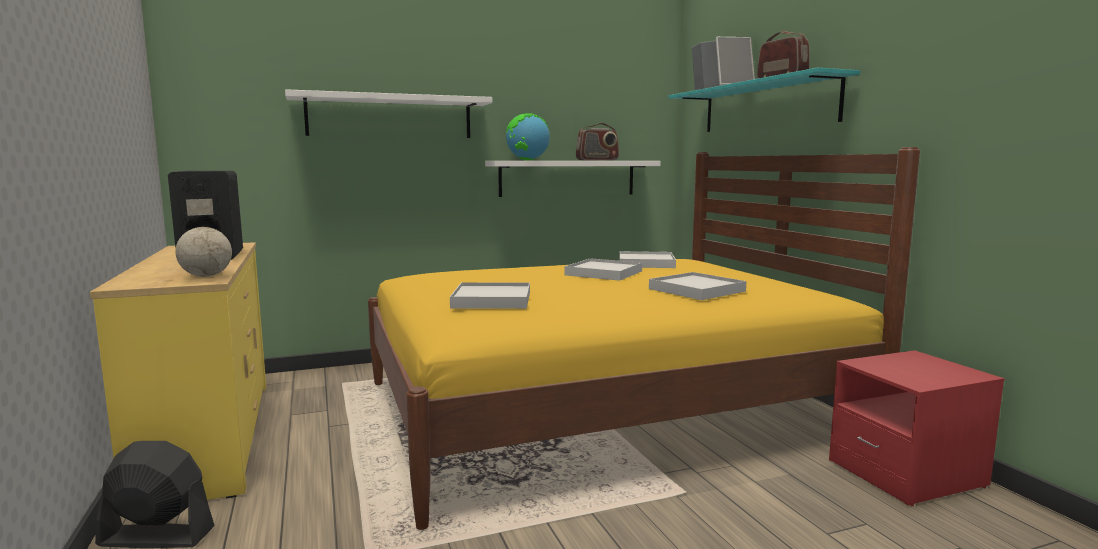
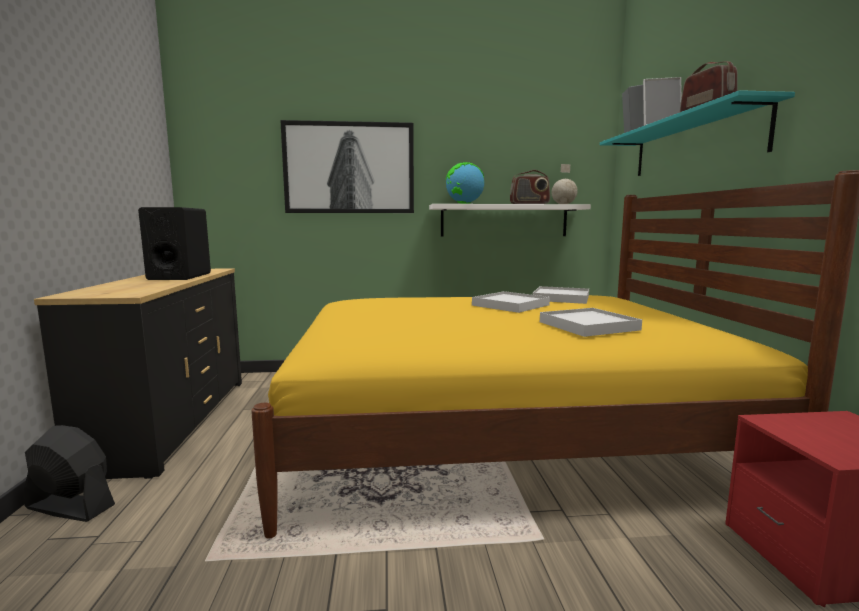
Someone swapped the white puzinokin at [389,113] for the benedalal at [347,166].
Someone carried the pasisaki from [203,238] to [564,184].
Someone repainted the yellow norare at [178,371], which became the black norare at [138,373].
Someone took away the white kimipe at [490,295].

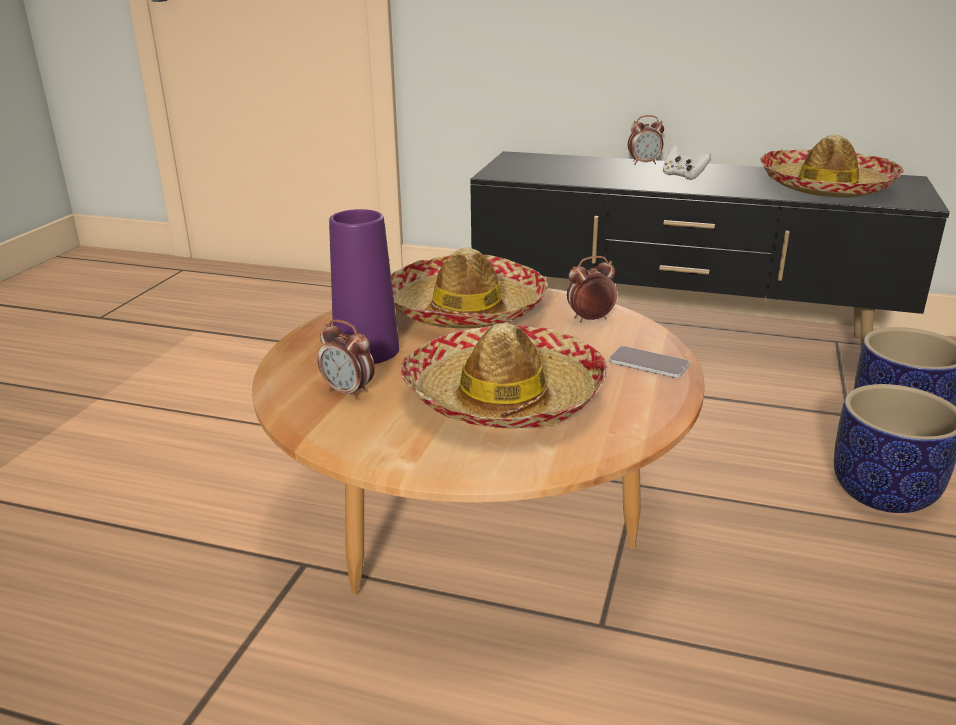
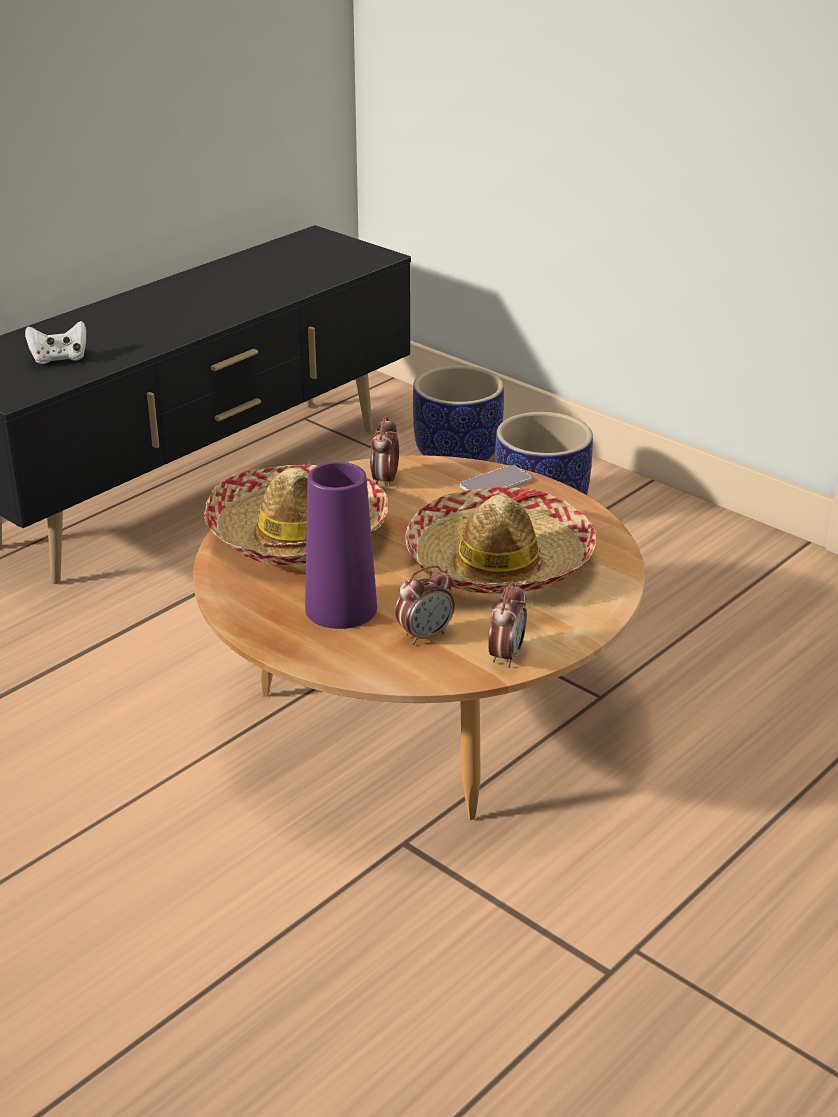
Someone carried the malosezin from [646,140] to [507,625].
Someone took away the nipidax at [832,166].
Someone carried the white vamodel from [687,163] to [55,342].

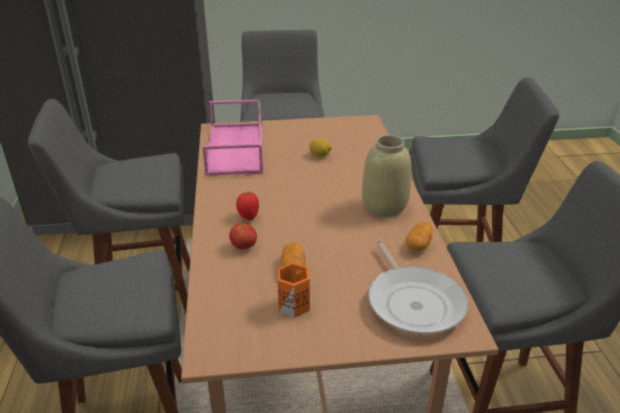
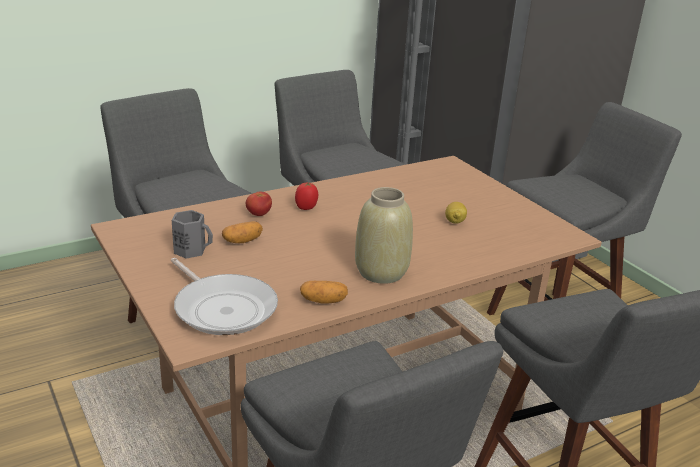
Someone took away the pink kimipe at [232,137].
Someone rotated the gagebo at [418,287] by 90 degrees counterclockwise.
Someone repainted the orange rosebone at [293,290], which became the grey rosebone at [192,234].

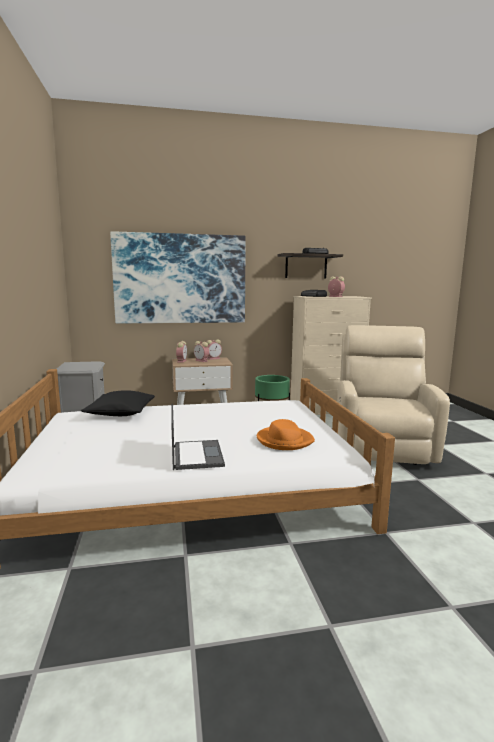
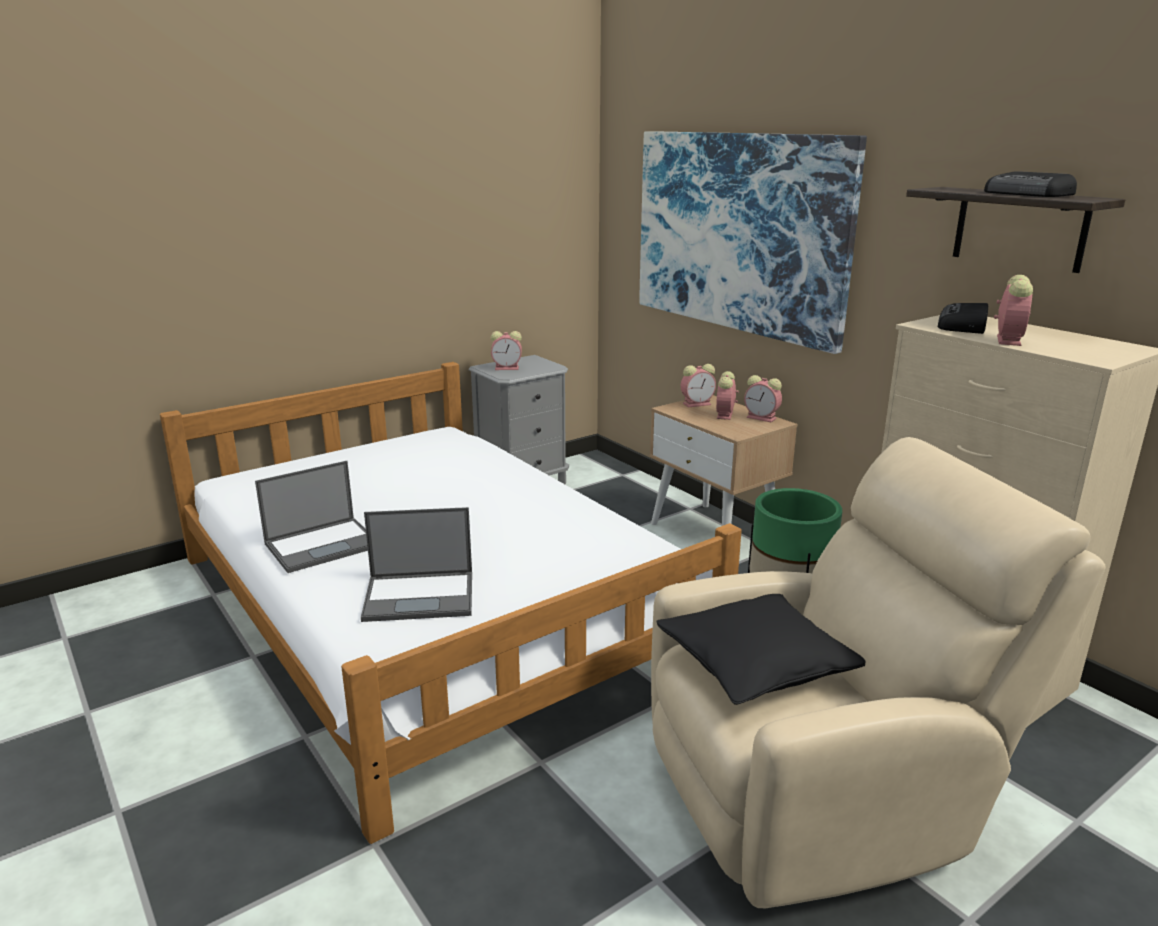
Someone carried the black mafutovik from [118,403] to [761,649].
Someone swapped the orange nipidax at [286,434] for the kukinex at [416,564].
Someone put down the malosezin at [506,350].

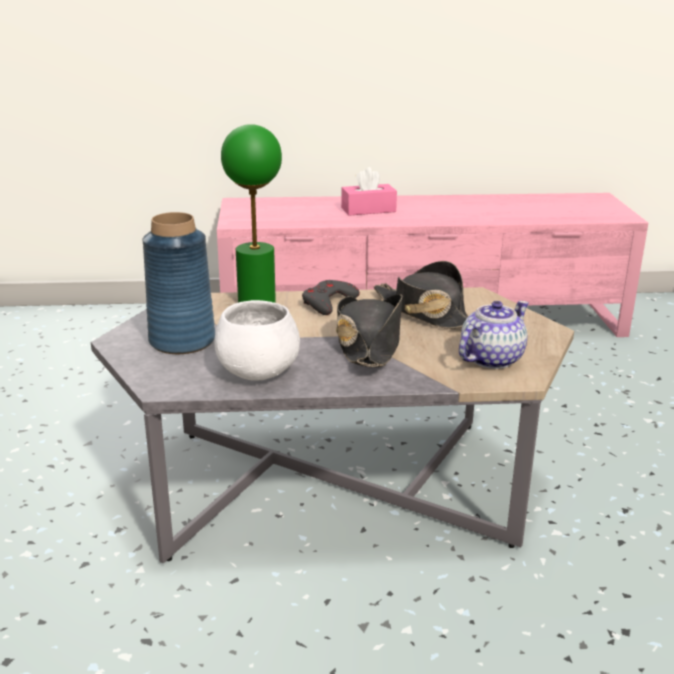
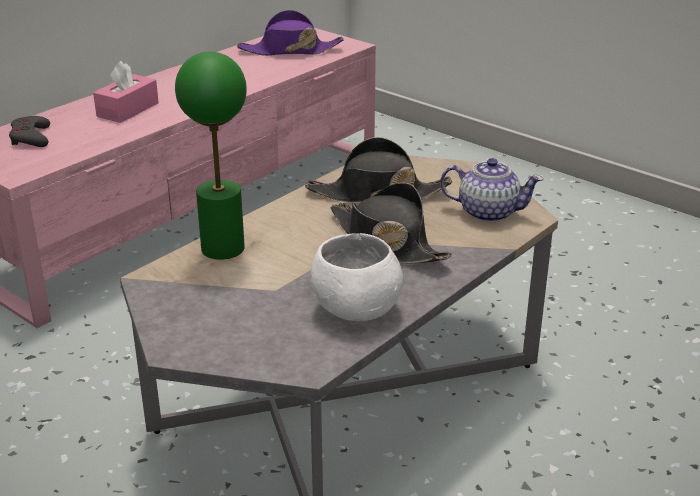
Someone took away the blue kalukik at [178,283].
Someone carried the grey vamodel from [331,297] to [29,131].
Someone rotated the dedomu at [494,335] by 105 degrees clockwise.
Someone put down the purple nipidax at [290,33].

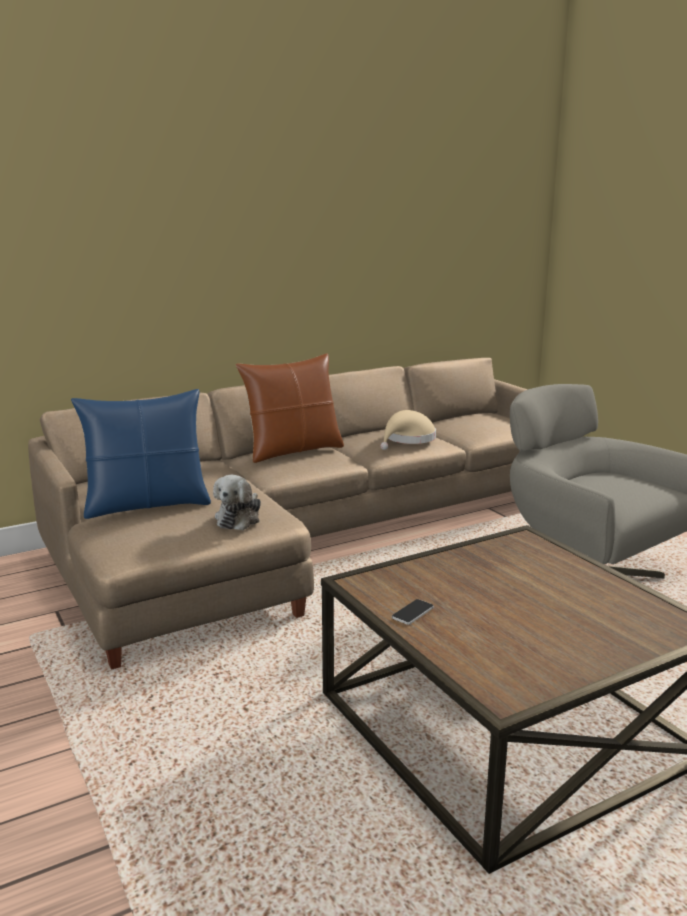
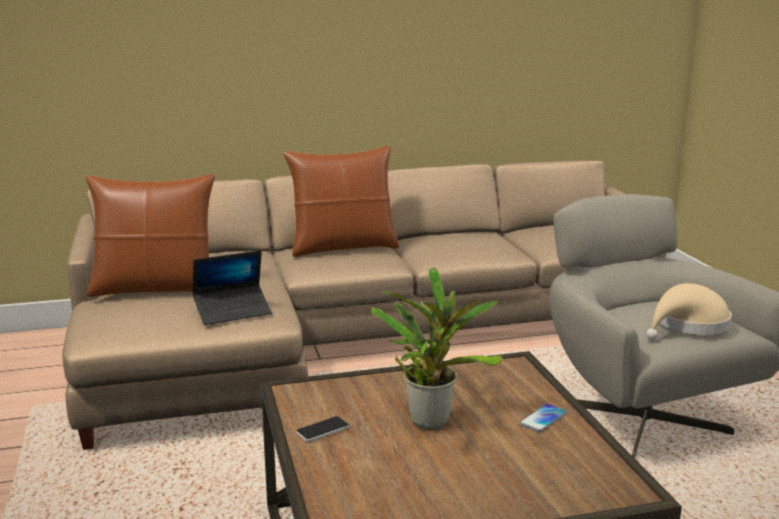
Someone repainted the blue mafutovik at [141,454], which became the brown mafutovik at [150,235].
Someone carried the beige nipidax from [408,430] to [689,311].
Someone swapped the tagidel at [237,502] for the kukinex at [232,287].
Someone put down the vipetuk at [437,349].
Someone put down the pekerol at [543,418].

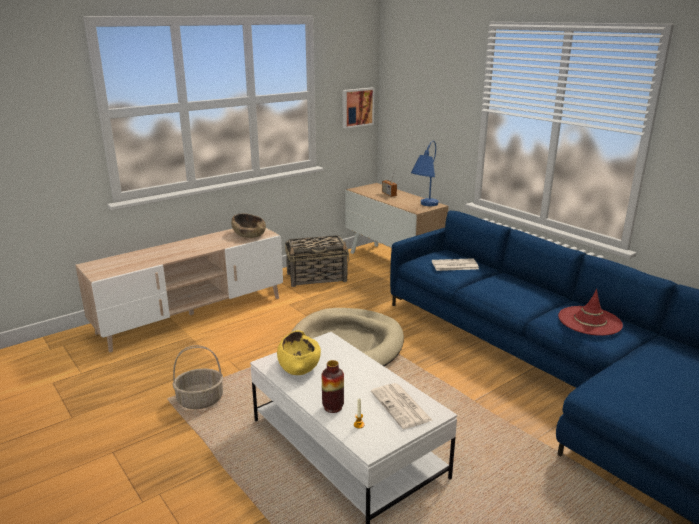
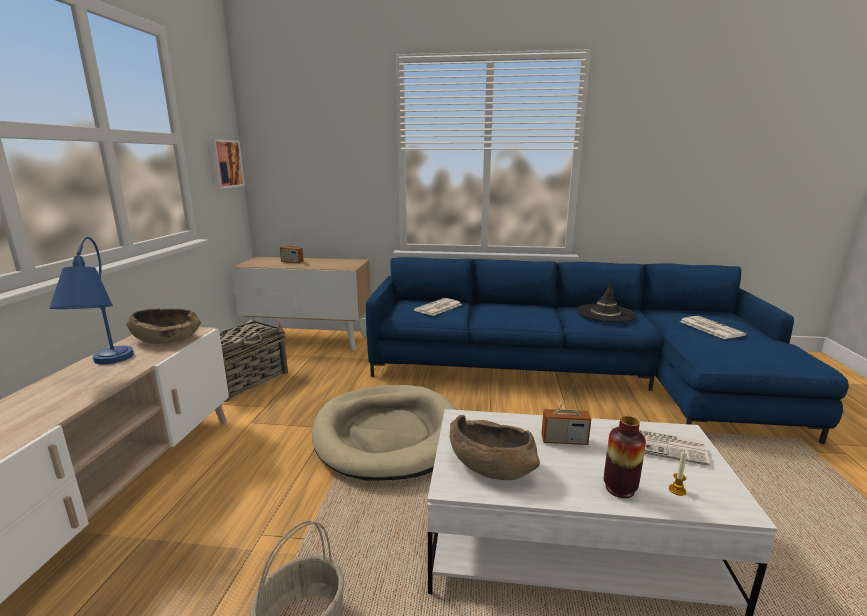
Someone carried the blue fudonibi from [424,173] to [91,301].
Someone repainted the red nipidax at [590,312], which became the black nipidax at [606,301].
Someone repainted the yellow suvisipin at [299,352], which became the brown suvisipin at [495,447].
Someone put down the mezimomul at [712,327].
Someone put down the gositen at [566,412].

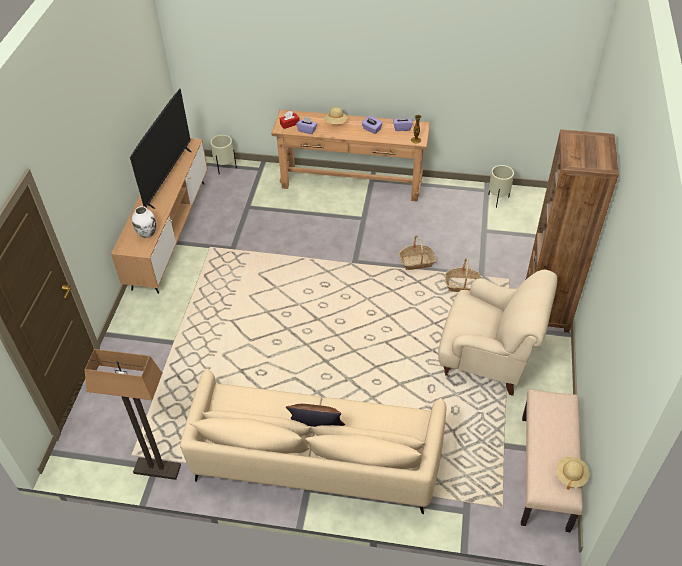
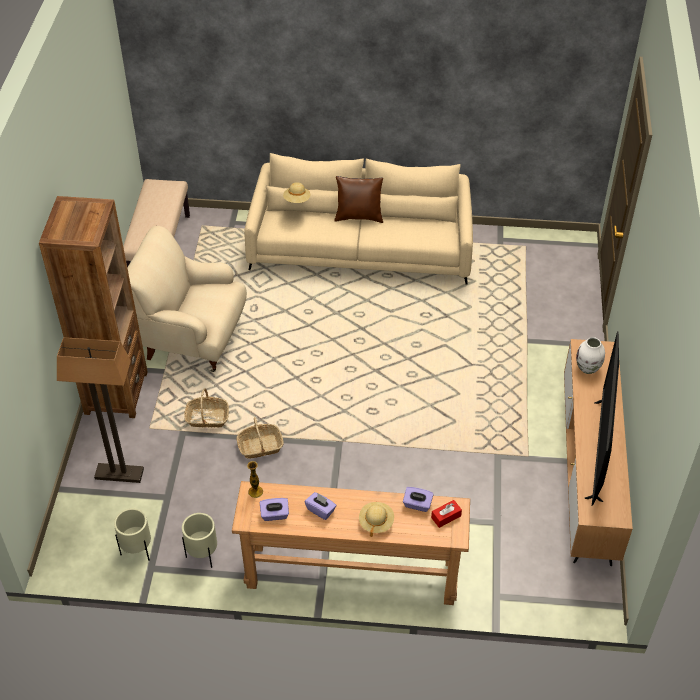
Someone carried the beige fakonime from [223,155] to [199,540].
Someone carried the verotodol from [133,414] to [100,410].
Someone carried the beige nipidax from [572,473] to [296,192].

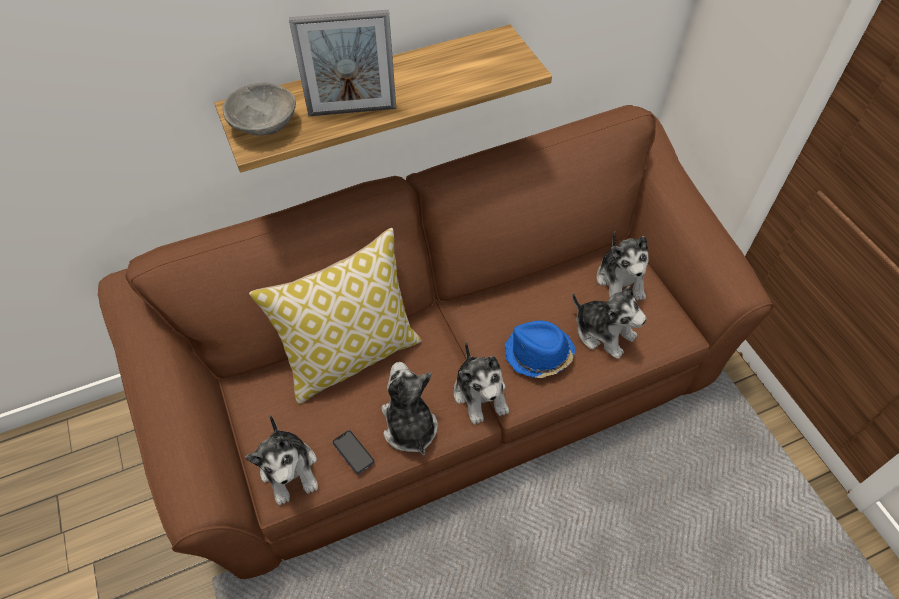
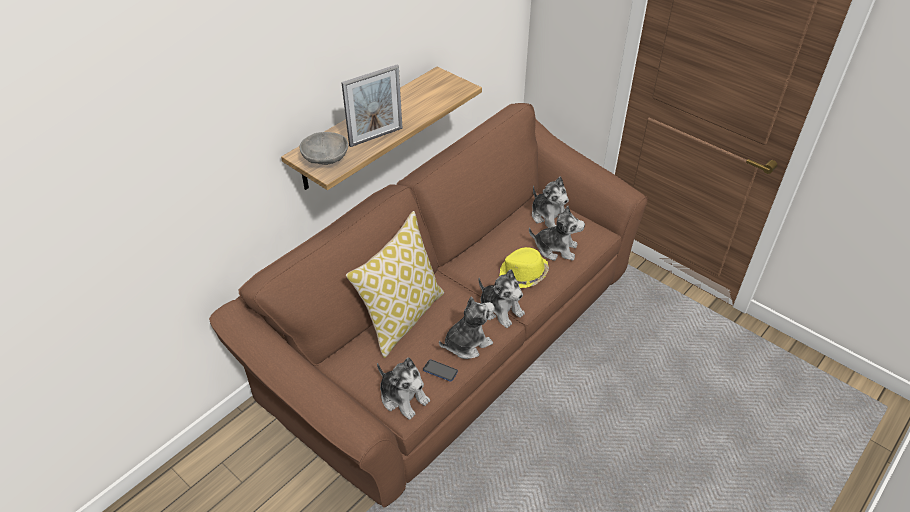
Someone repainted the blue nipidax at [540,349], which became the yellow nipidax at [524,267].
Someone rotated the tagidel at [410,408] by 105 degrees clockwise.

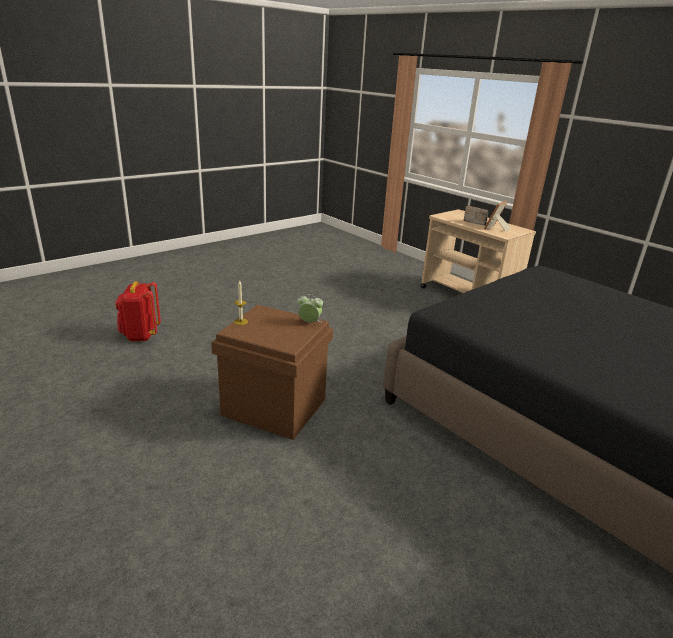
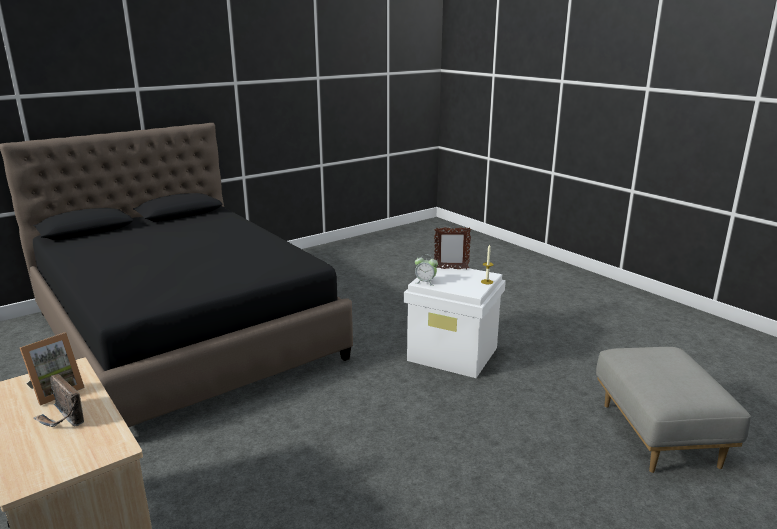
Someone swapped the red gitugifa at [138,311] for the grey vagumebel at [673,410].
Someone repainted the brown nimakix at [272,372], which became the white nimakix at [455,321].
Someone put down the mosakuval at [452,248].

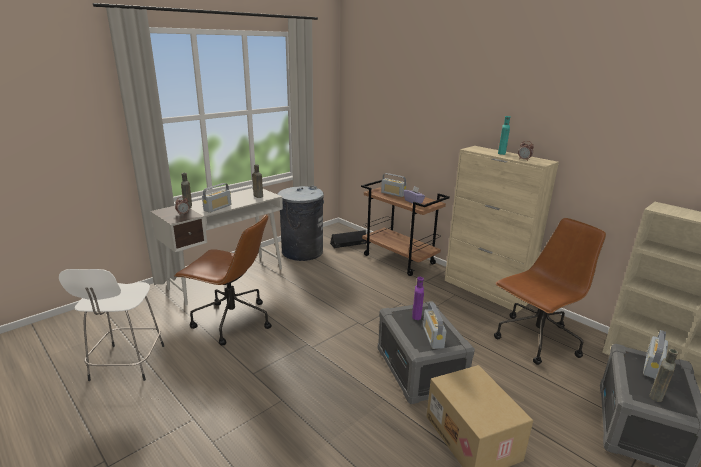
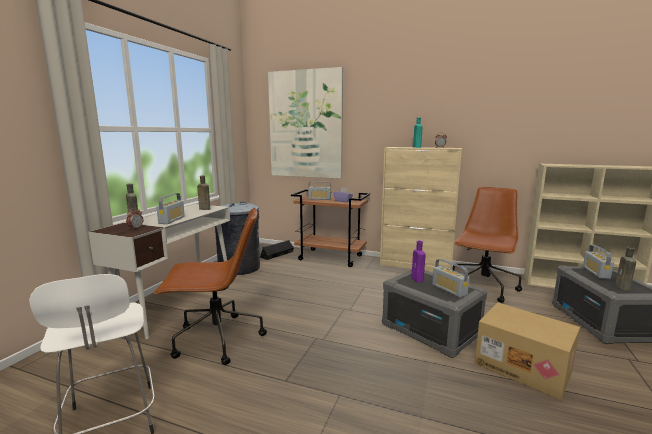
Someone put up the benedalal at [305,123].

